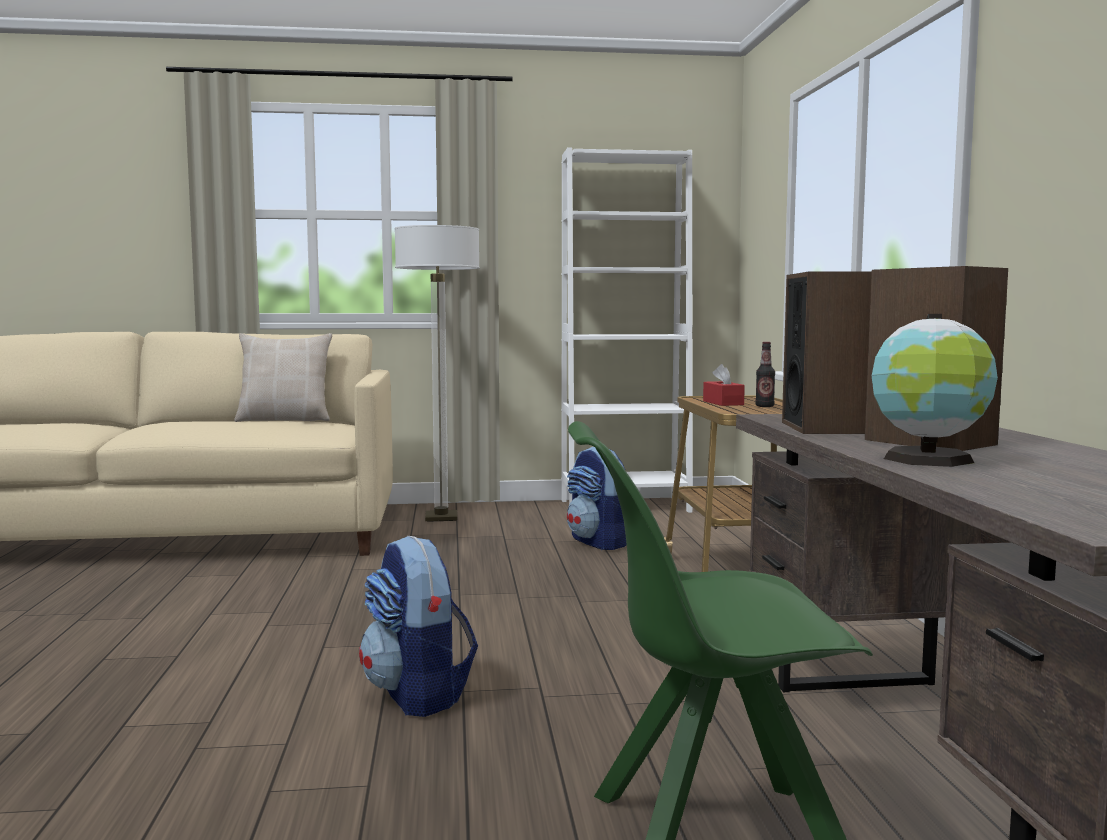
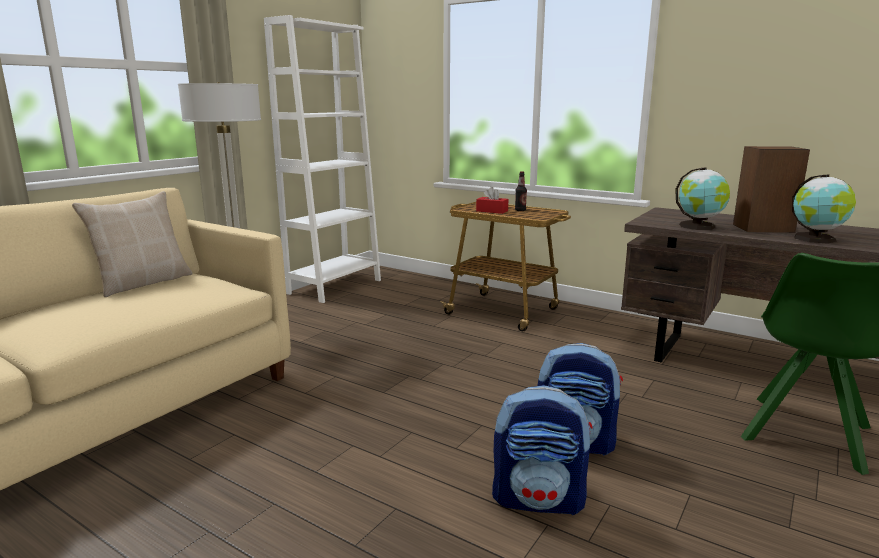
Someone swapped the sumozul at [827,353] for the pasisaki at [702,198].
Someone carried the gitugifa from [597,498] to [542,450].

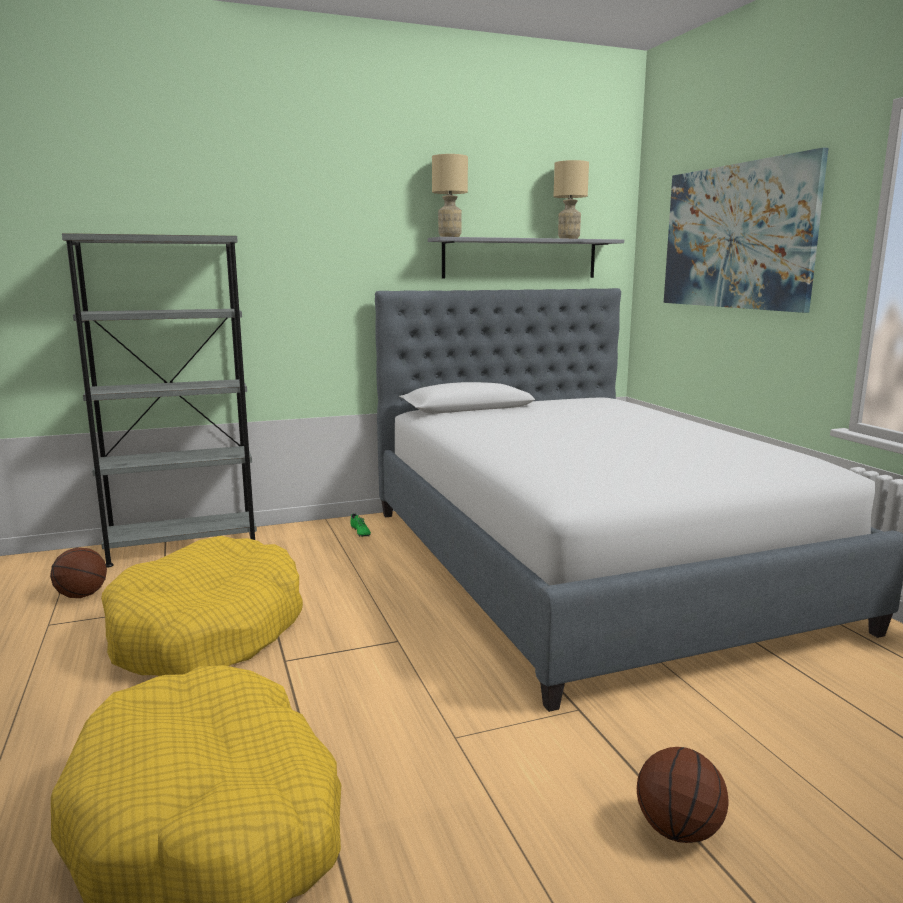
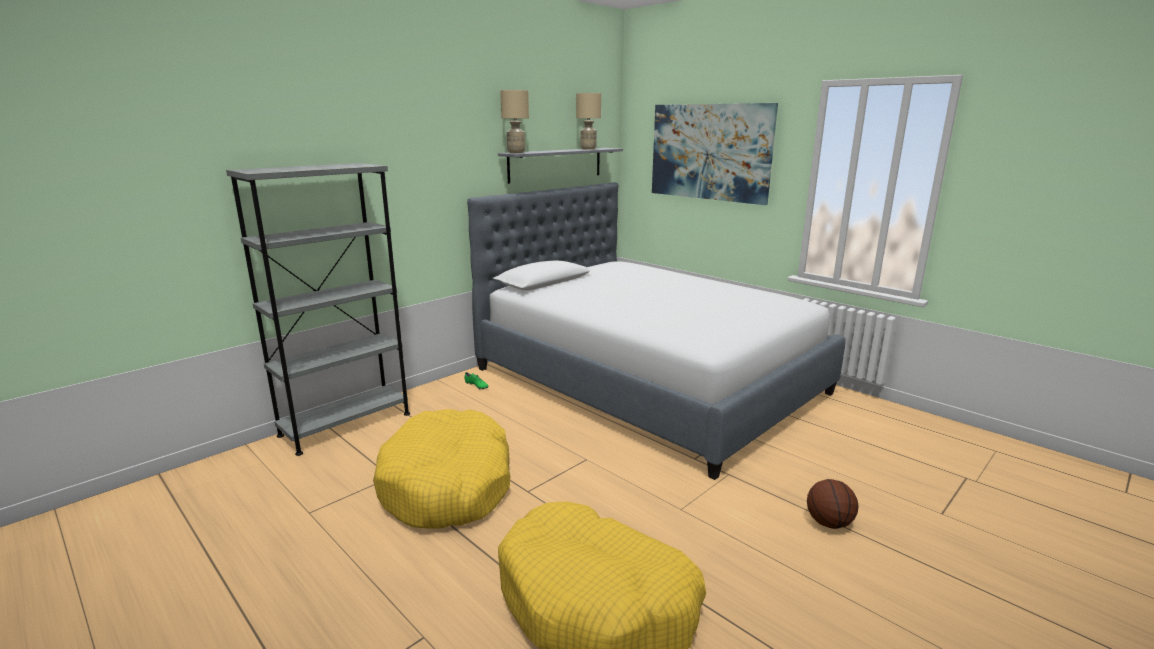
Someone took away the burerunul at [78,572].

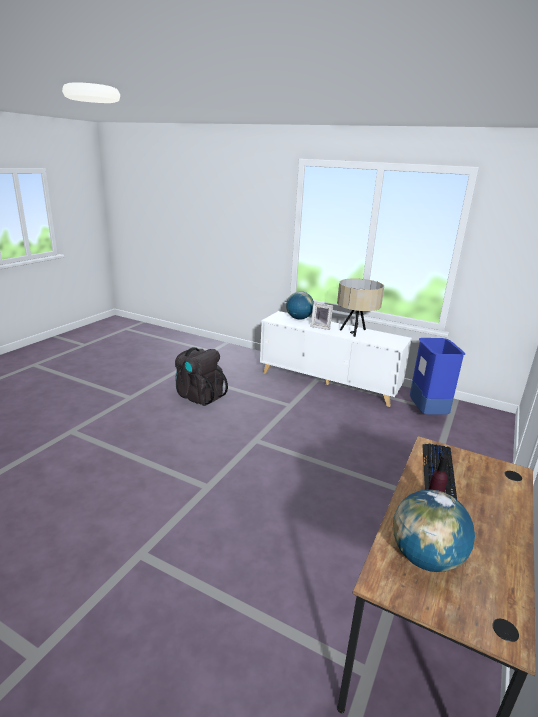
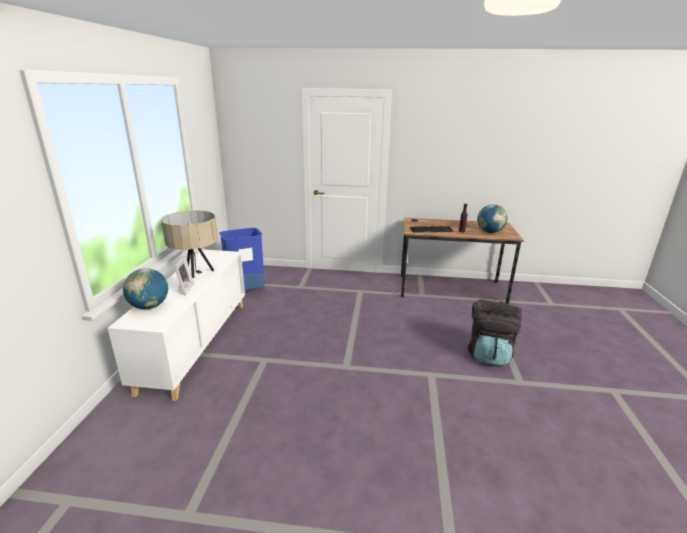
Someone carried the black gitugifa from [201,376] to [495,333].

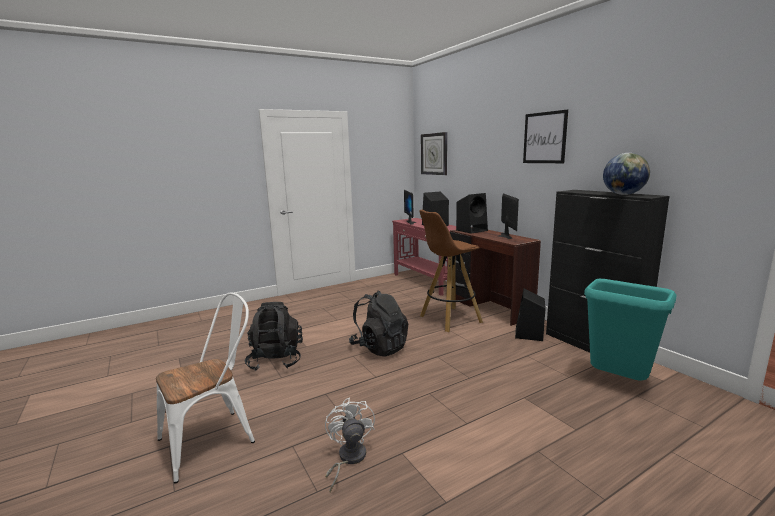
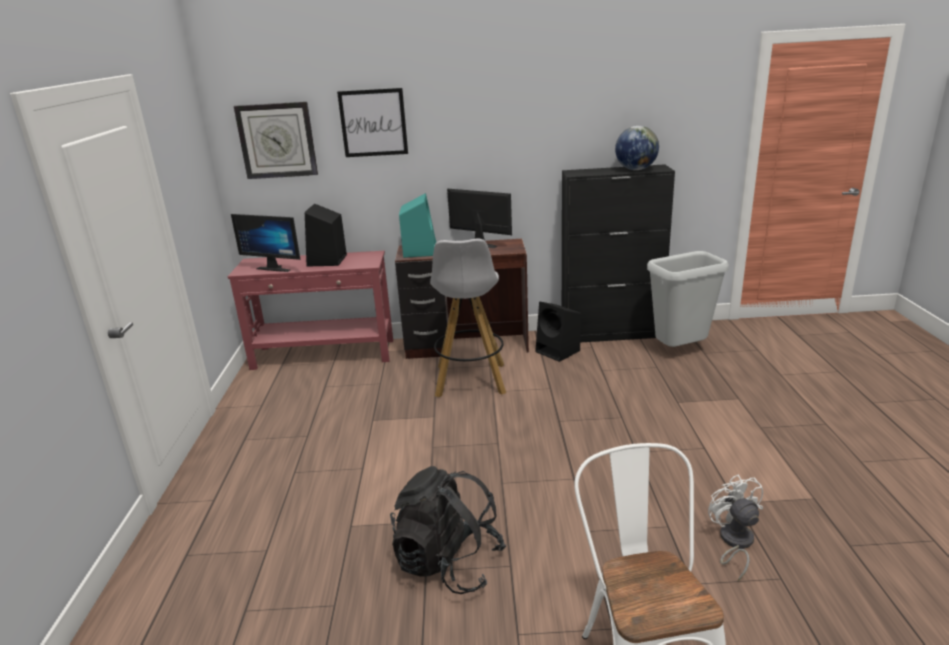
Someone carried the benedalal from [545,136] to [372,122].
Someone repainted the black sumozul at [472,213], which became the turquoise sumozul at [417,225].
Someone repainted the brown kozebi at [451,271], which became the white kozebi at [468,317].
Someone repainted the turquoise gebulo at [630,330], which became the grey gebulo at [688,299].
Someone took away the black gitugifa at [378,324].
Someone rotated the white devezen at [350,444] by 60 degrees clockwise.

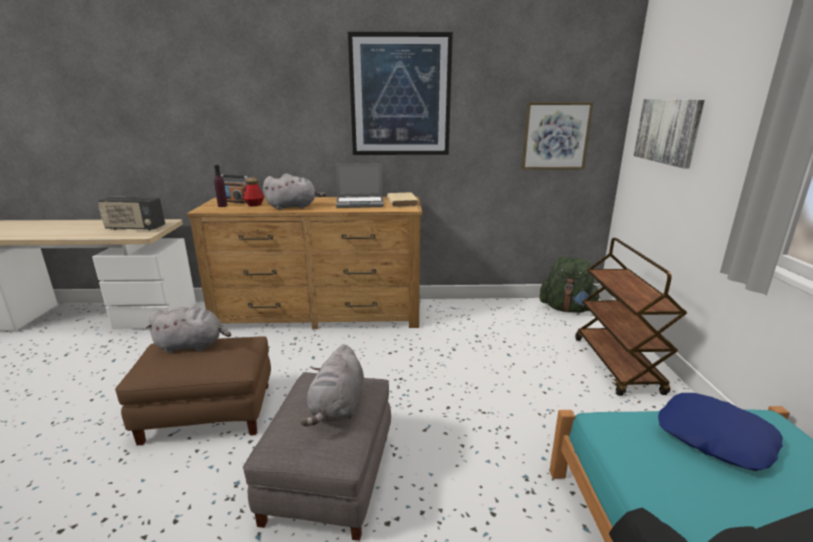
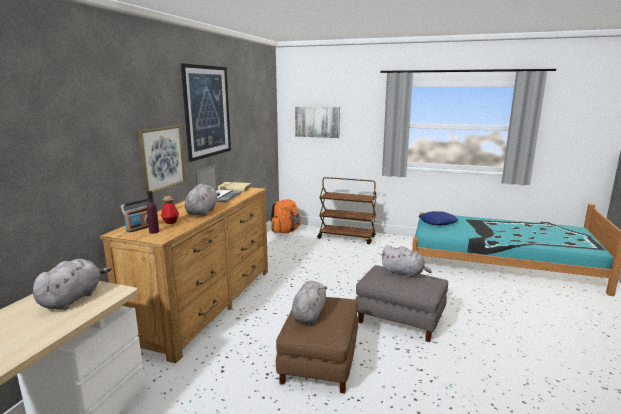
Someone carried the benedalal from [557,136] to [162,160].
Someone swapped the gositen at [131,214] for the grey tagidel at [72,284].
Someone repainted the green gitugifa at [570,285], which became the orange gitugifa at [285,216].

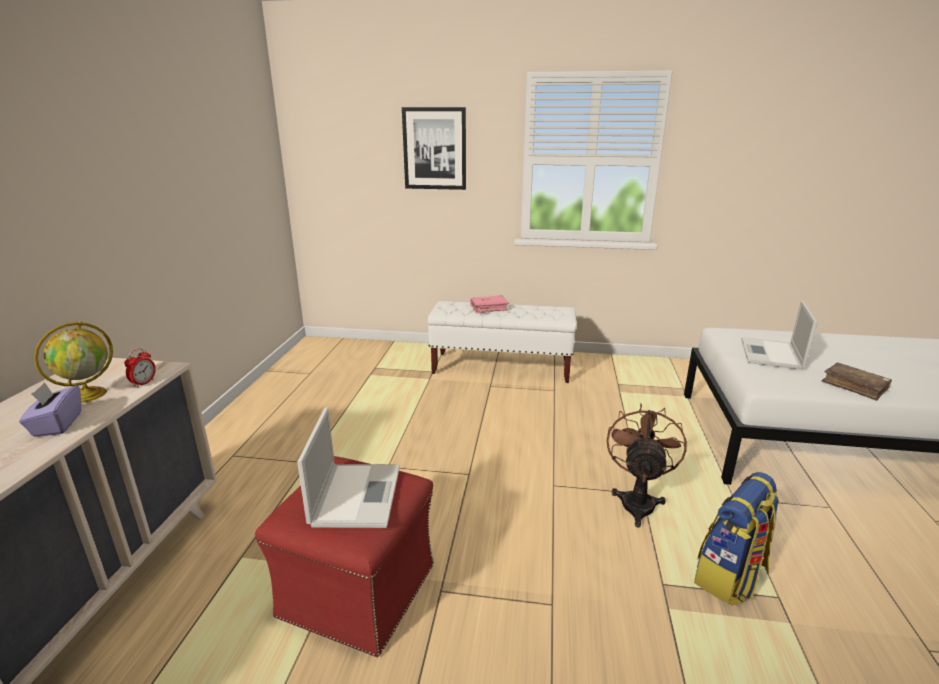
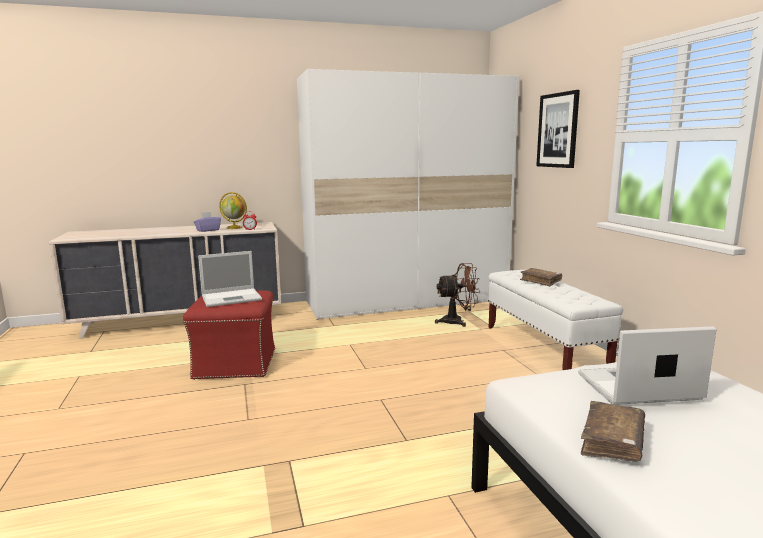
Someone repainted the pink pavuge at [489,304], which became the brown pavuge at [541,277].
Someone carried the brown devezen from [647,465] to [457,295].
Someone took away the gitugifa at [736,539].
Someone put down the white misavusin at [408,194].

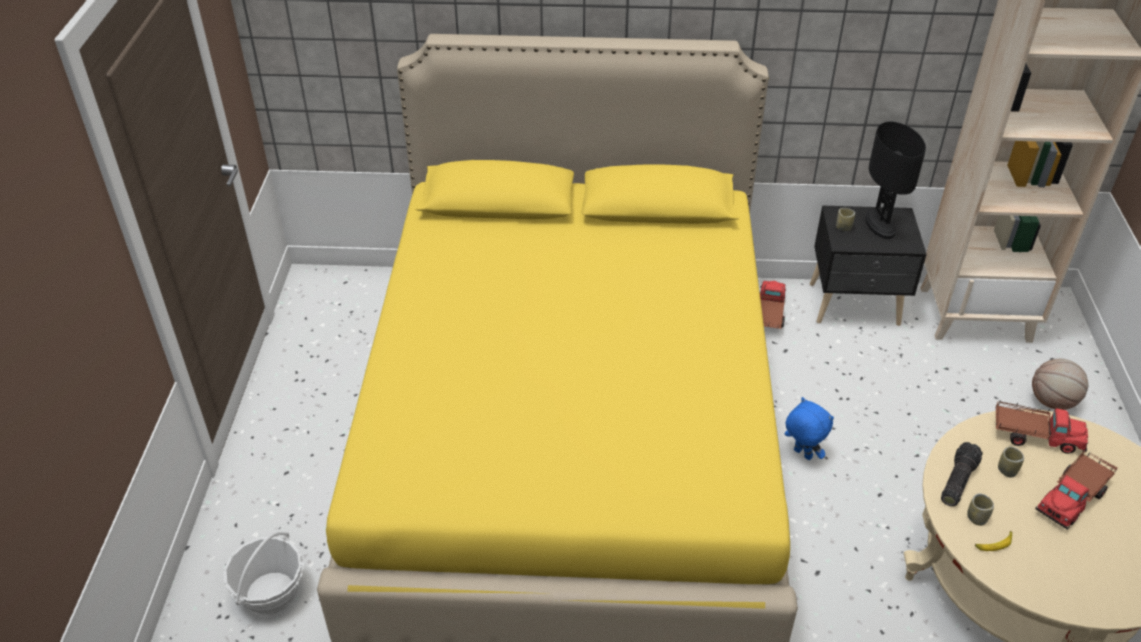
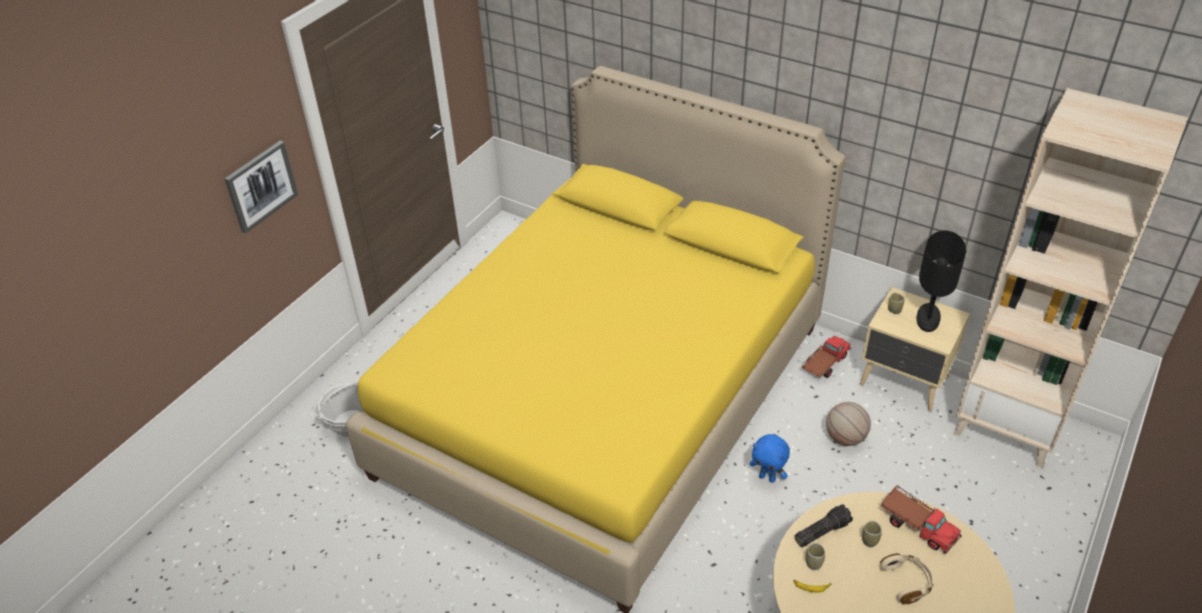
Someone repainted the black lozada at [868,266], which became the beige lozada at [915,349].
Someone carried the burerunul from [1060,384] to [848,424].
Someone rotated the blue tagidel at [809,428] by 135 degrees clockwise.
Someone swapped the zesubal at [1077,489] for the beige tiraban at [907,578].
Someone put up the benedalal at [261,187].

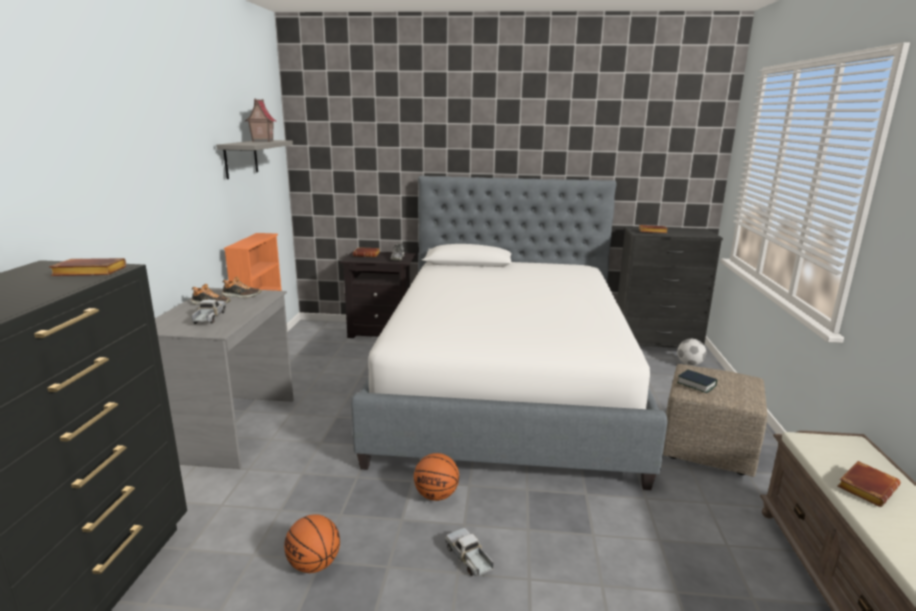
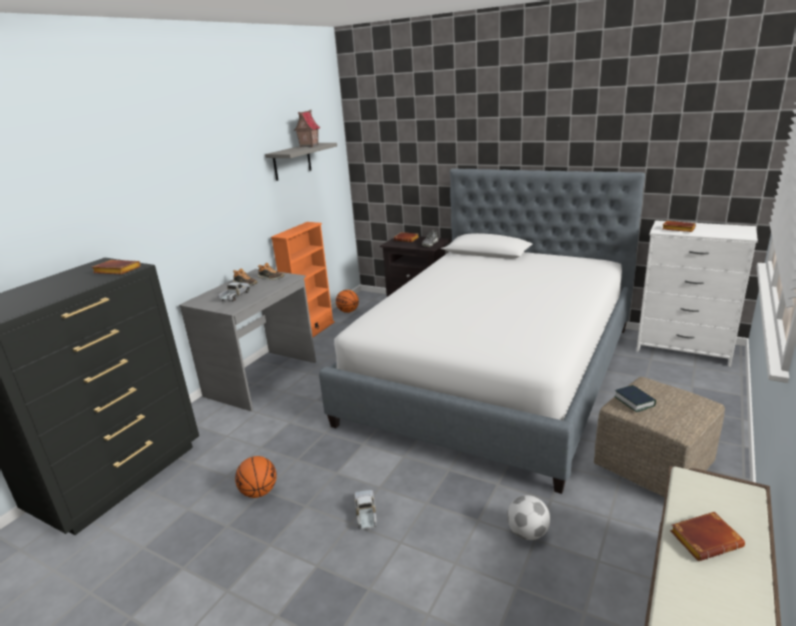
Someone repainted the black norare at [670,287], which became the white norare at [697,293].
Someone carried the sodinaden from [691,352] to [528,517].
Someone carried the burerunul from [436,477] to [347,301].

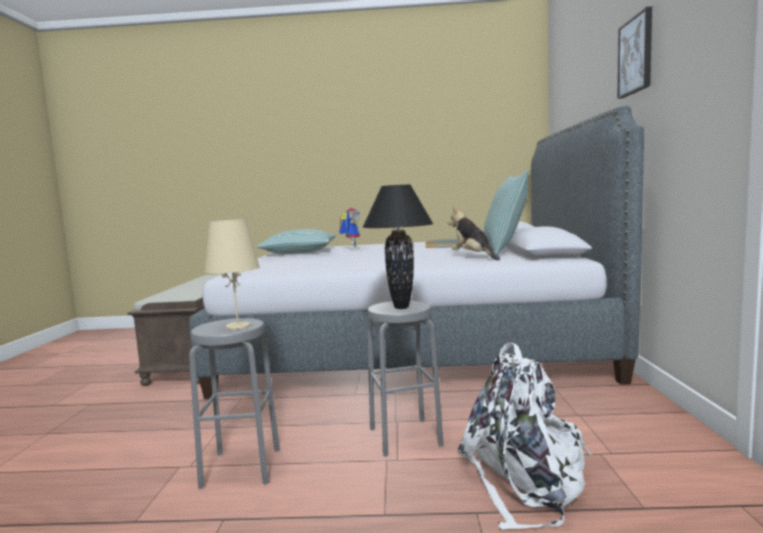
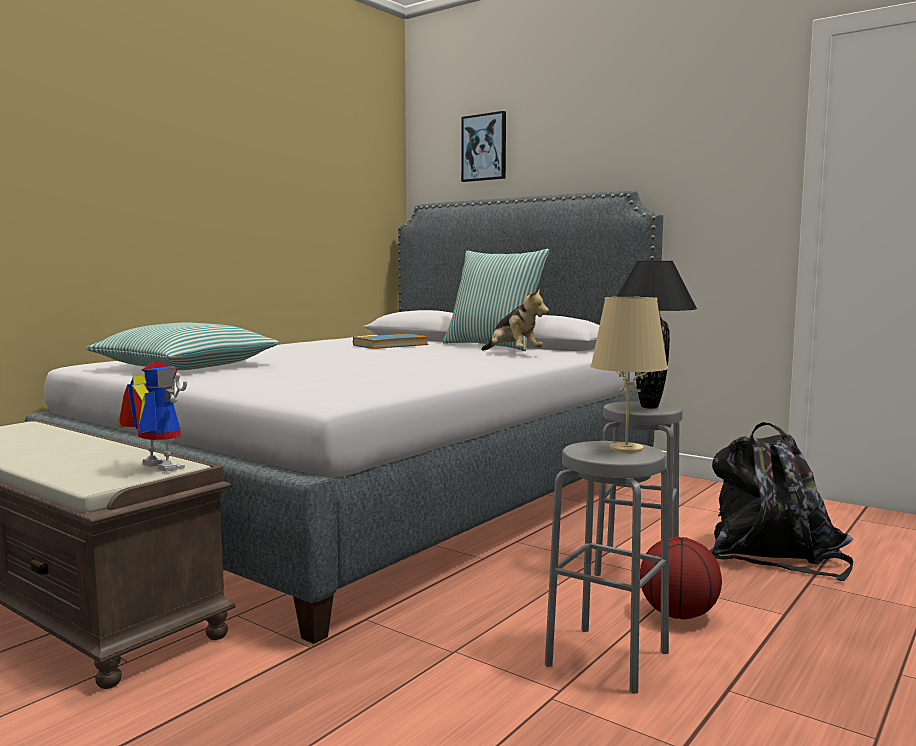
Someone carried the benedalal from [634,53] to [483,146].
Someone rotated the tagidel at [474,233] by 135 degrees counterclockwise.
Someone carried the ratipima from [349,229] to [152,416].
Someone repainted the white gitugifa at [524,436], which became the black gitugifa at [781,501].
Someone put down the burerunul at [681,578].

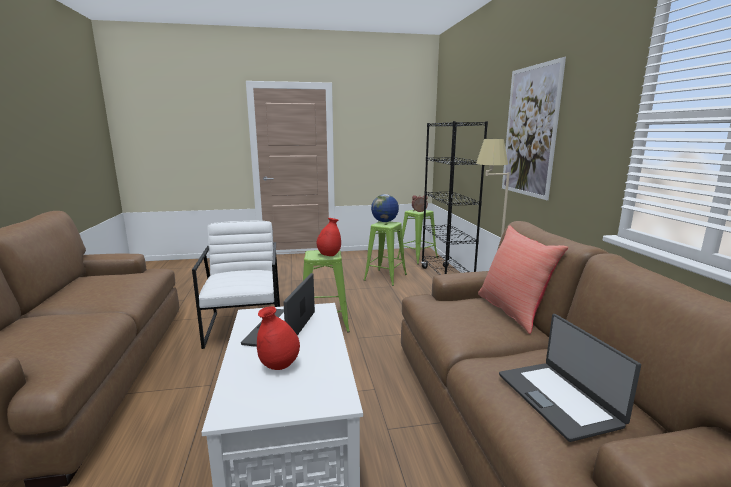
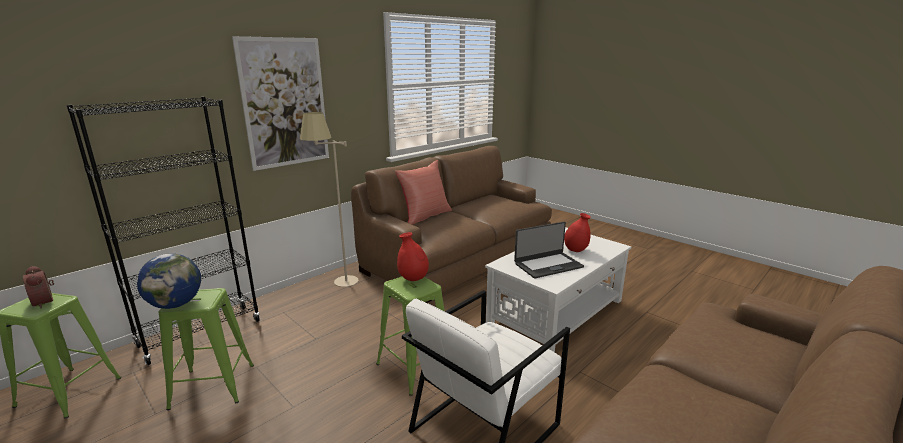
Someone took away the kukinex at [570,378].

